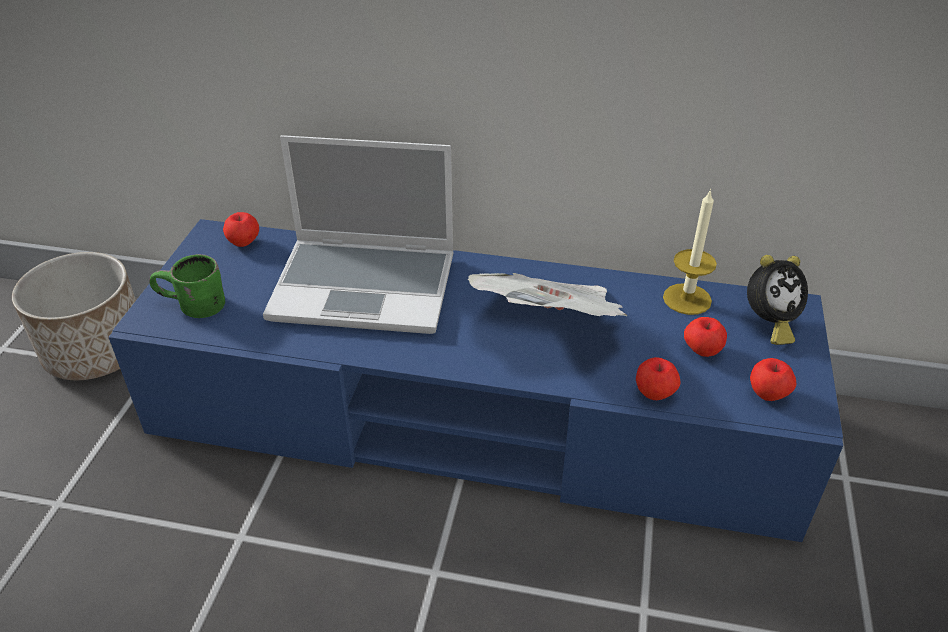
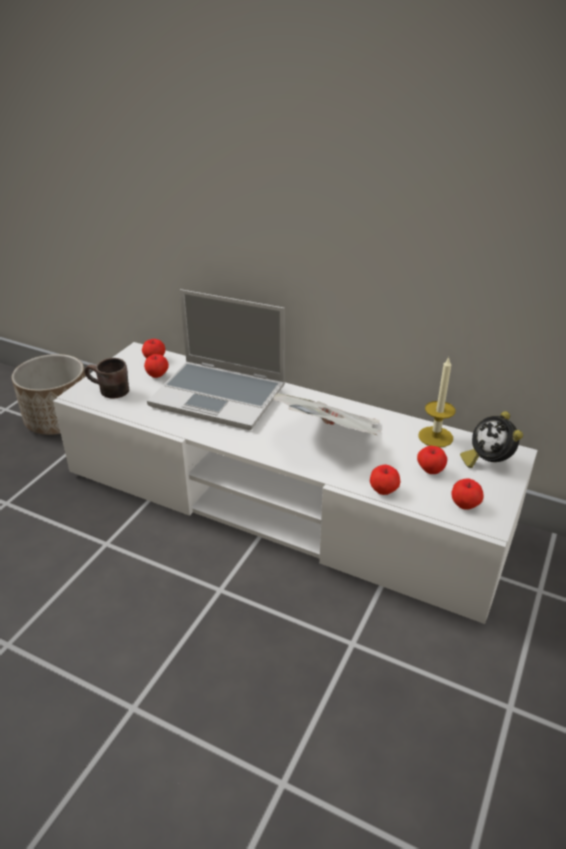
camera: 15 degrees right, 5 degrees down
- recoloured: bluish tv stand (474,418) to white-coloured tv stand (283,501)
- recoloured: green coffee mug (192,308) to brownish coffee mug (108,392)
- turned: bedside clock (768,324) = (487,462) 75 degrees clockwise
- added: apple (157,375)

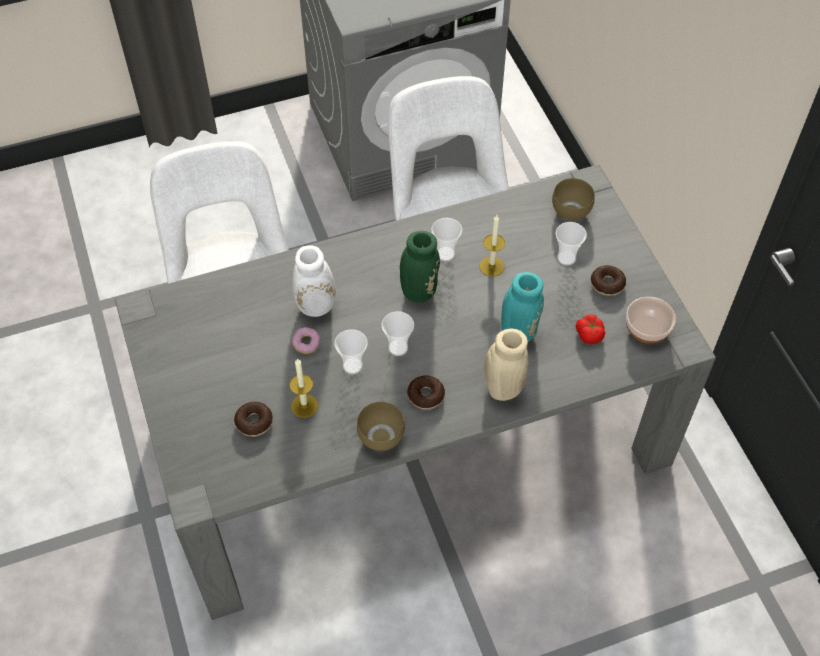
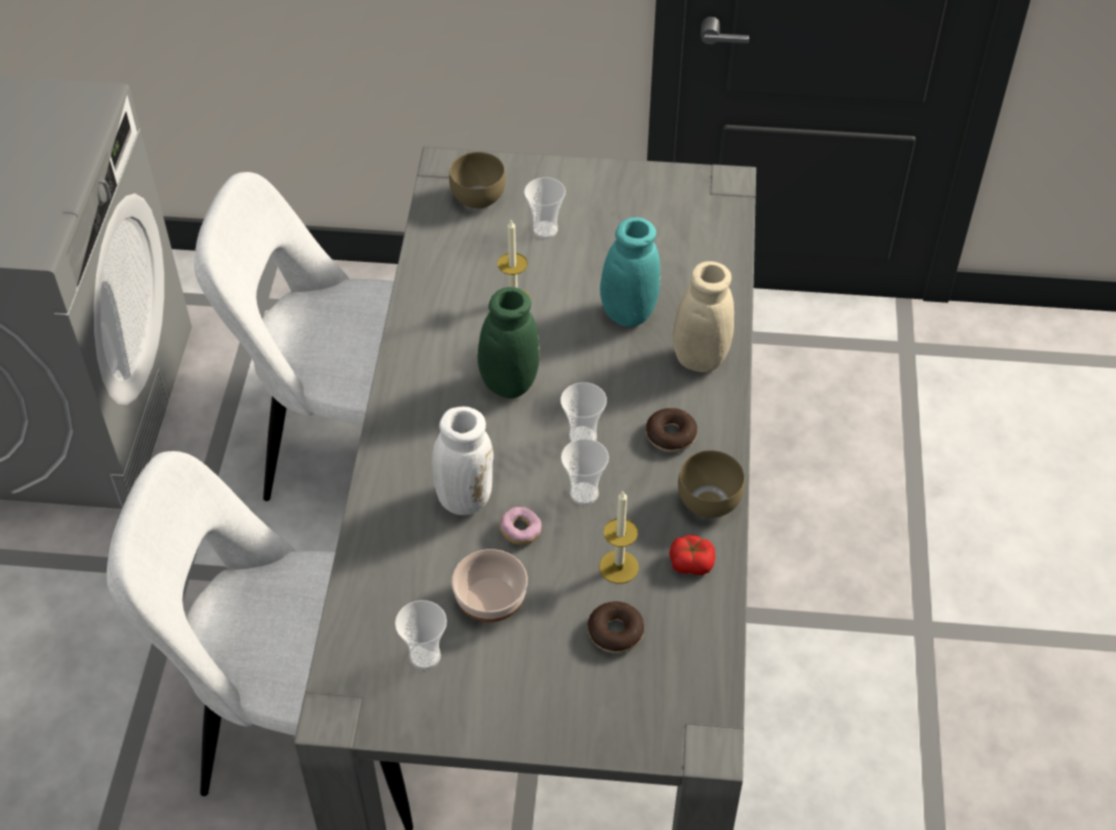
camera: 65 degrees left, 5 degrees down
- moved: cup (445,254) to (425,656)
- moved: fresh tomato (589,334) to (691,562)
- removed: doughnut (607,284)
- moved: bowl (647,329) to (490,599)

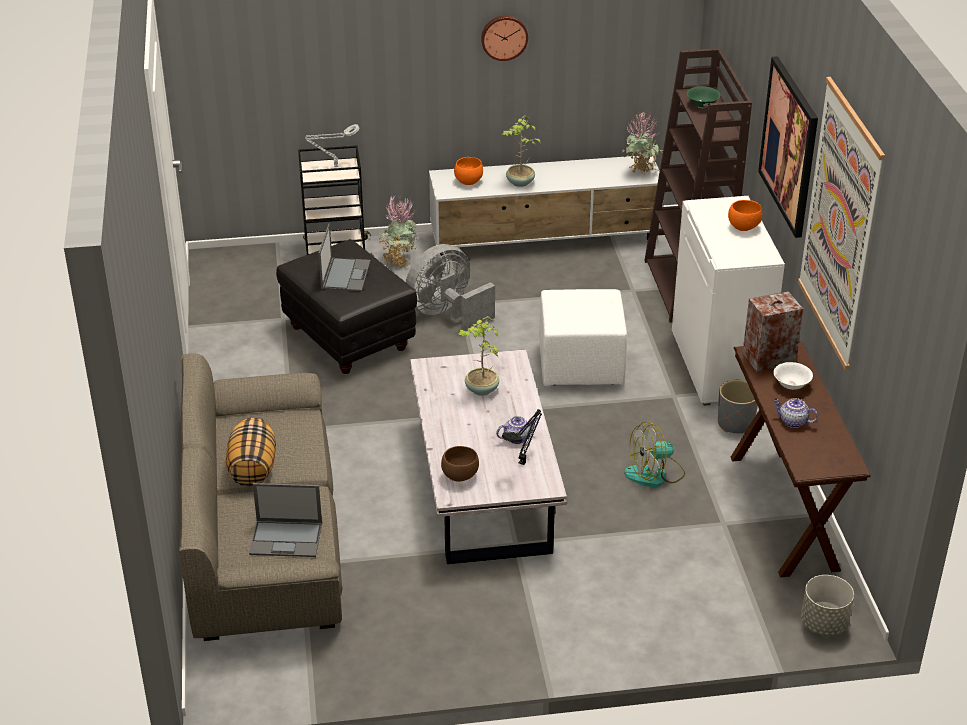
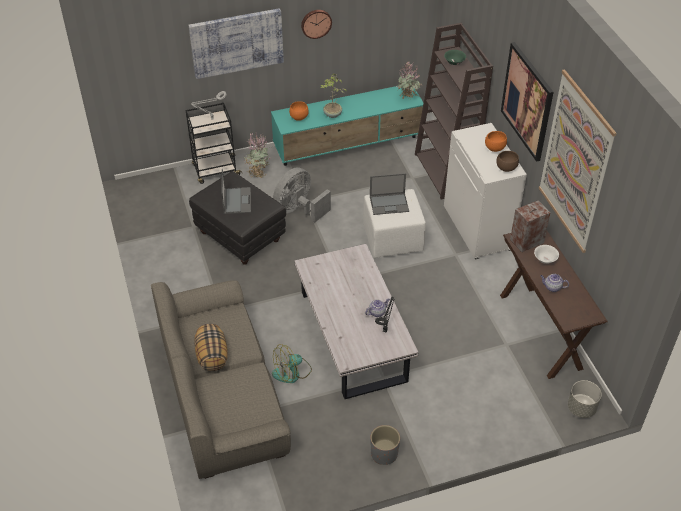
camera: 10 degrees left, 10 degrees up
- moved: notebook computer (287,538) to (389,204)
- recoloured: white-coloured tv stand (546,240) to turquoise tv stand (348,145)
- moved: brownish bowl (460,475) to (506,168)
- removed: houseplant (481,390)
- moved: fan (655,474) to (292,372)
- moved: gray flower pot (735,424) to (384,454)
- added: picture (236,42)

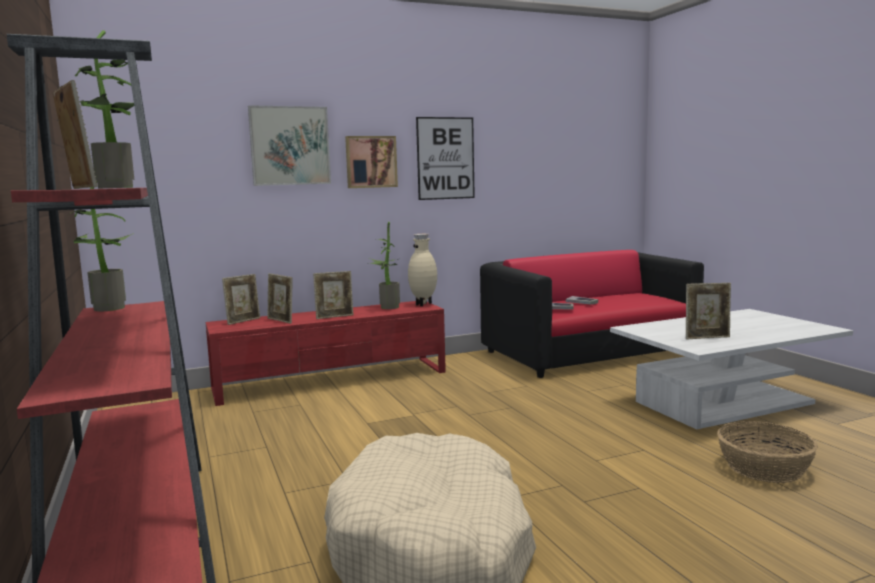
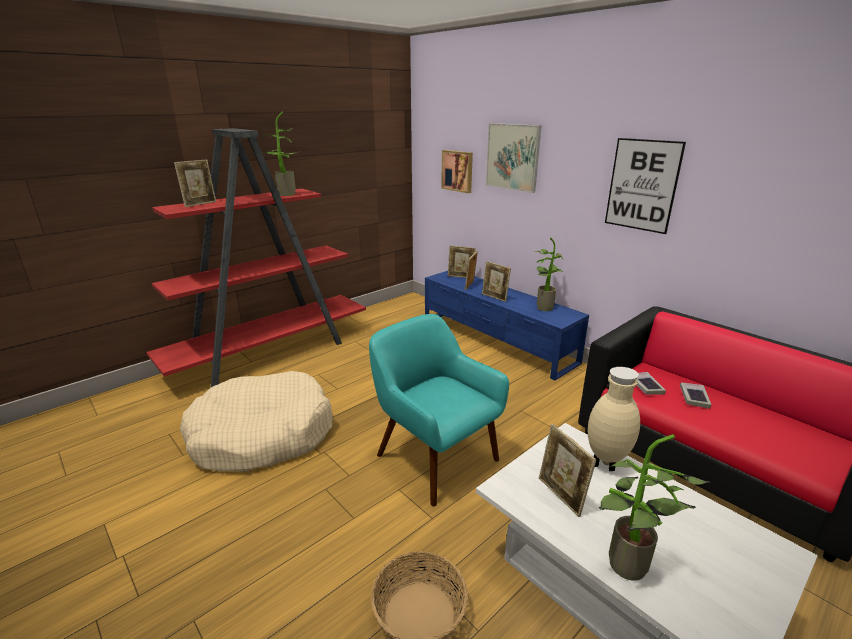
camera: 70 degrees right, 15 degrees up
- moved: houseplant (109,309) to (625,569)
- recoloured: red tv stand (332,380) to bluish tv stand (496,340)
- moved: picture (371,162) to (458,171)
- moved: beige-coloured vase (424,304) to (606,465)
- added: turquoise armchair (435,457)

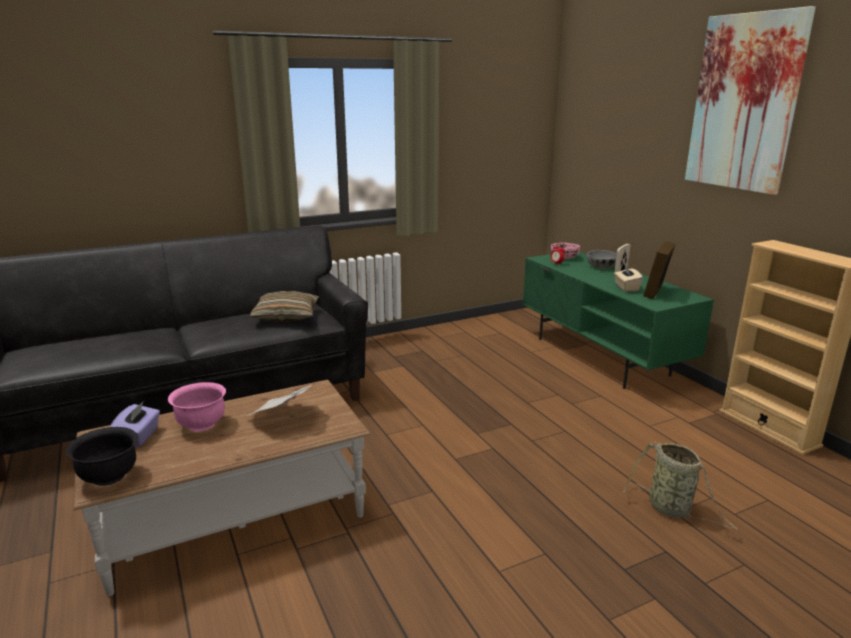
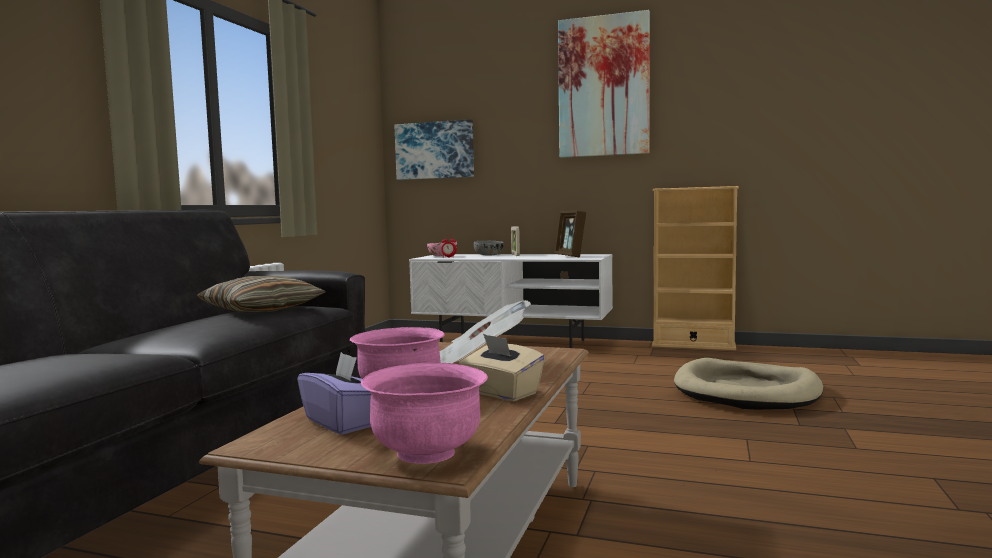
camera: 45 degrees left, 15 degrees down
- recoloured: black-coloured bowl (109,477) to pink-coloured bowl (427,453)
- recoloured: green tv stand (602,356) to white-coloured tv stand (514,343)
- moved: beige-coloured tissue holder (626,288) to (501,393)
- replaced: storage basket (672,509) to beige-coloured dog bed (746,391)
- added: picture (435,150)

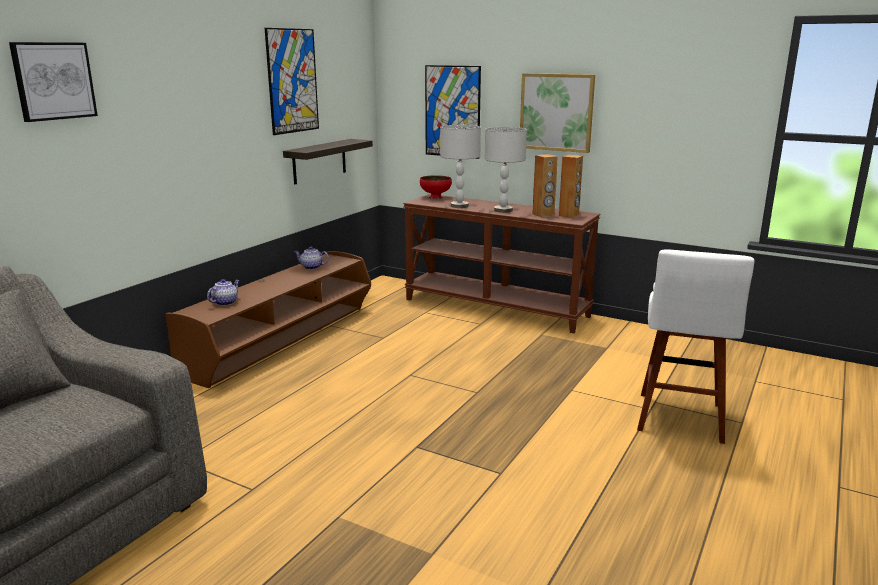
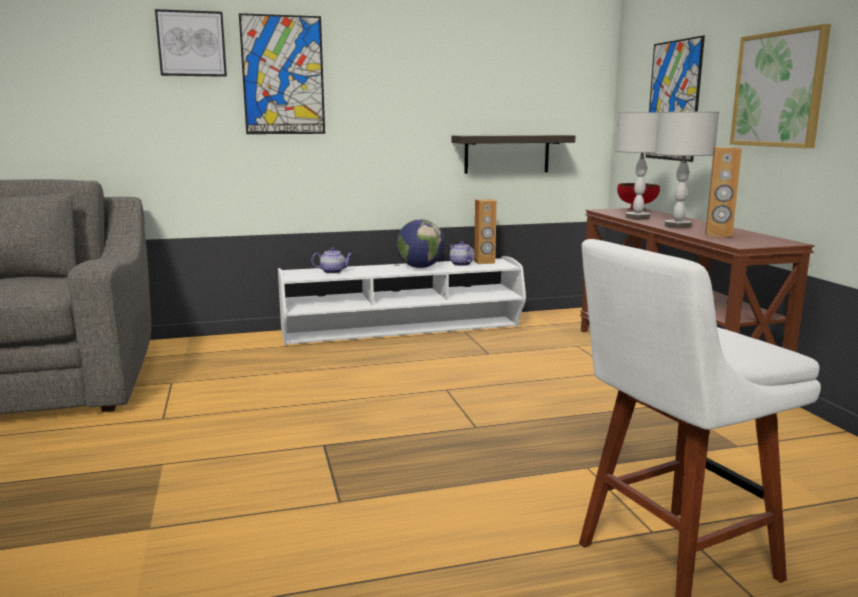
camera: 45 degrees right, 5 degrees down
- recoloured: brownish tv stand (284,340) to white-coloured tv stand (403,331)
- moved: picture (292,81) to (283,75)
- moved: brownish speaker (569,215) to (484,262)
- added: globe (420,267)

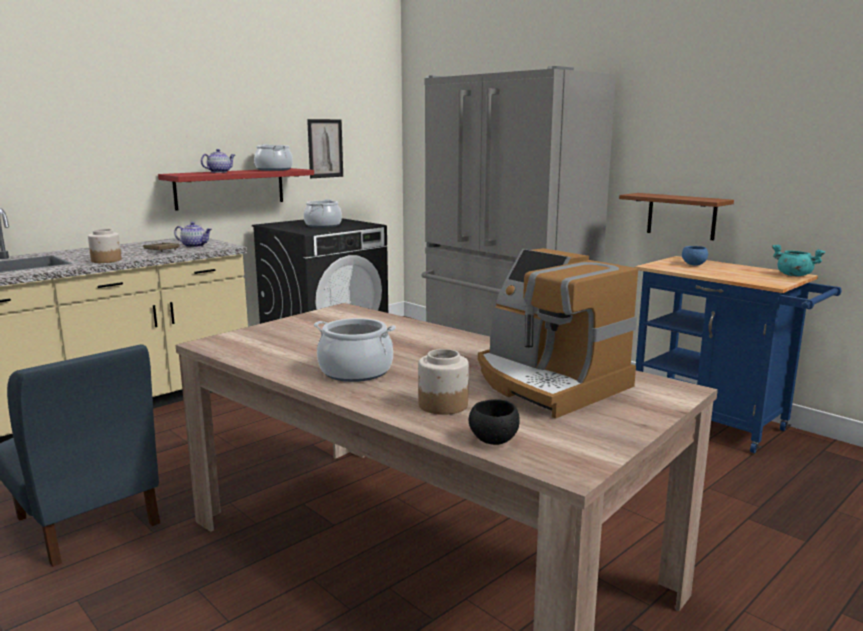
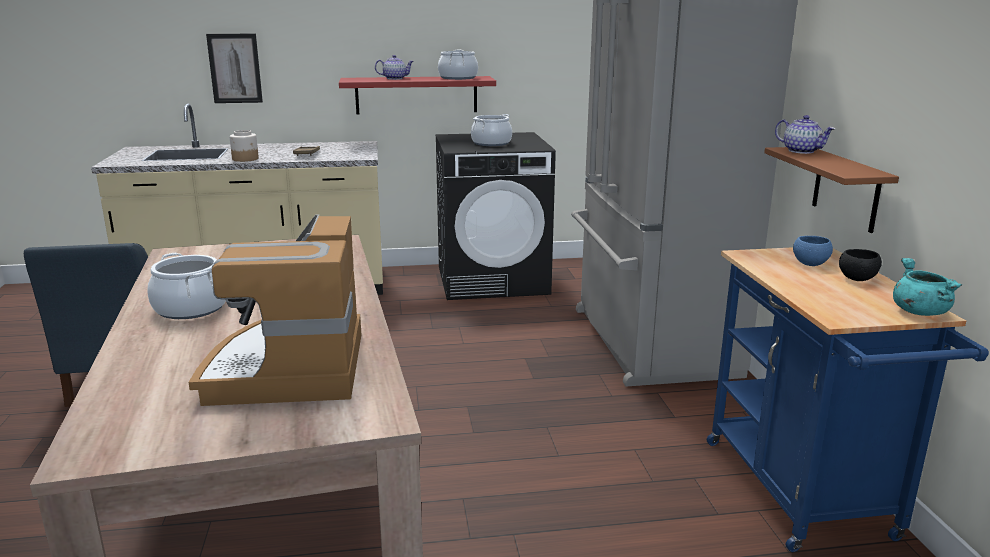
camera: 35 degrees right, 5 degrees up
- moved: tea pot (195,246) to (802,151)
- moved: picture (325,148) to (235,68)
- removed: storage jar (442,405)
- moved: black-coloured bowl (493,440) to (856,279)

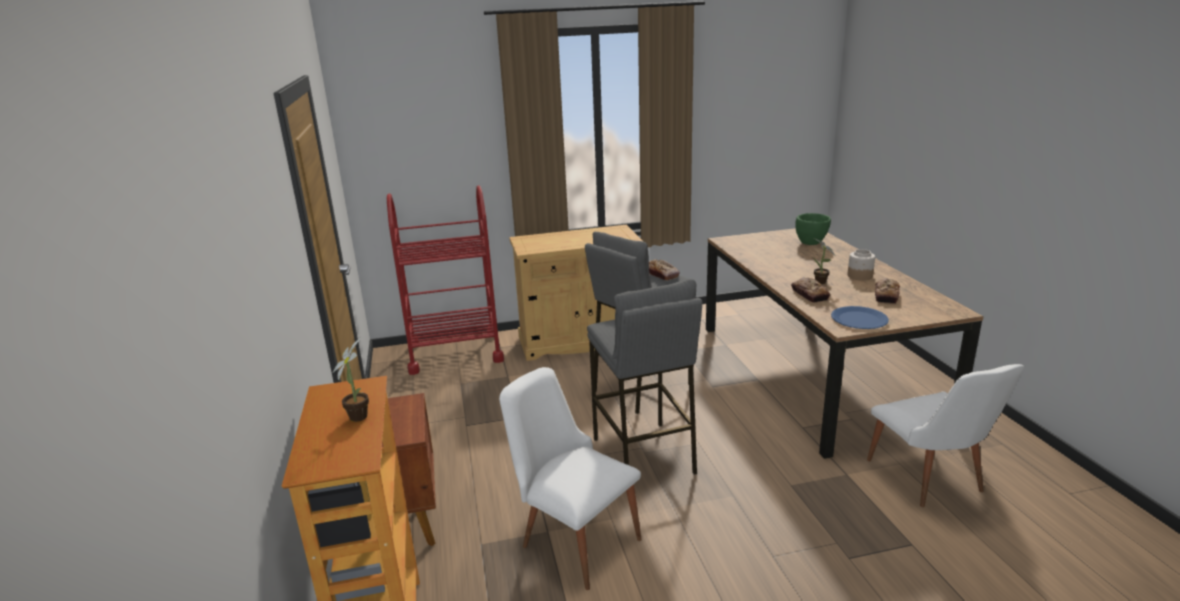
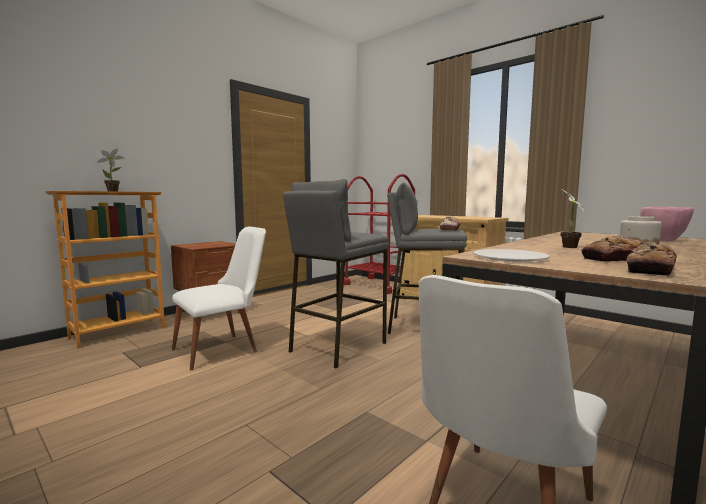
camera: 55 degrees right, 15 degrees down
- turned: white-coloured chair (573,537) = (223,349) 45 degrees clockwise
- moved: bakery bread (809,294) to (650,270)
- recoloured: green bowl (811,243) to pink-coloured bowl (663,241)
- recoloured: bluish dinner plate (859,319) to white-coloured dinner plate (510,257)

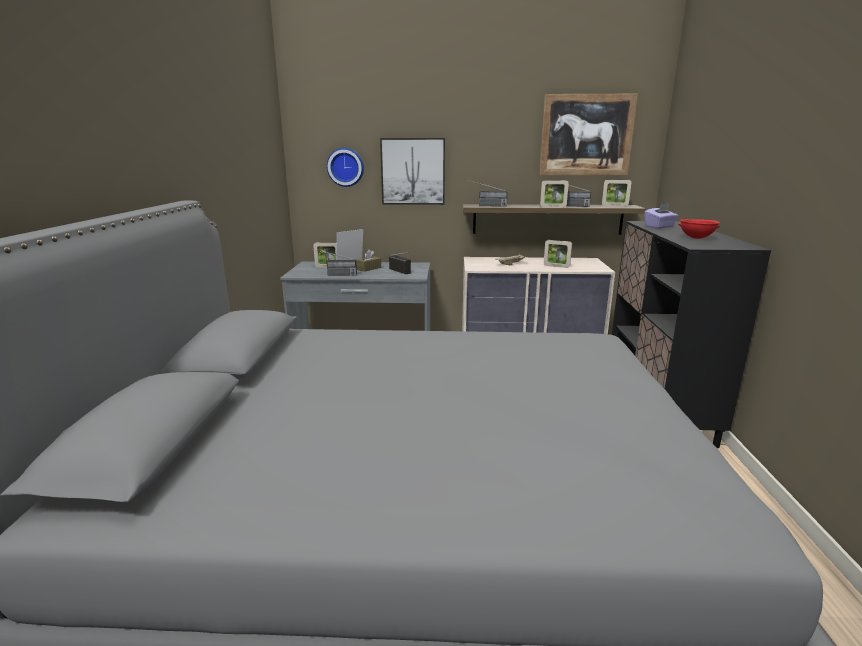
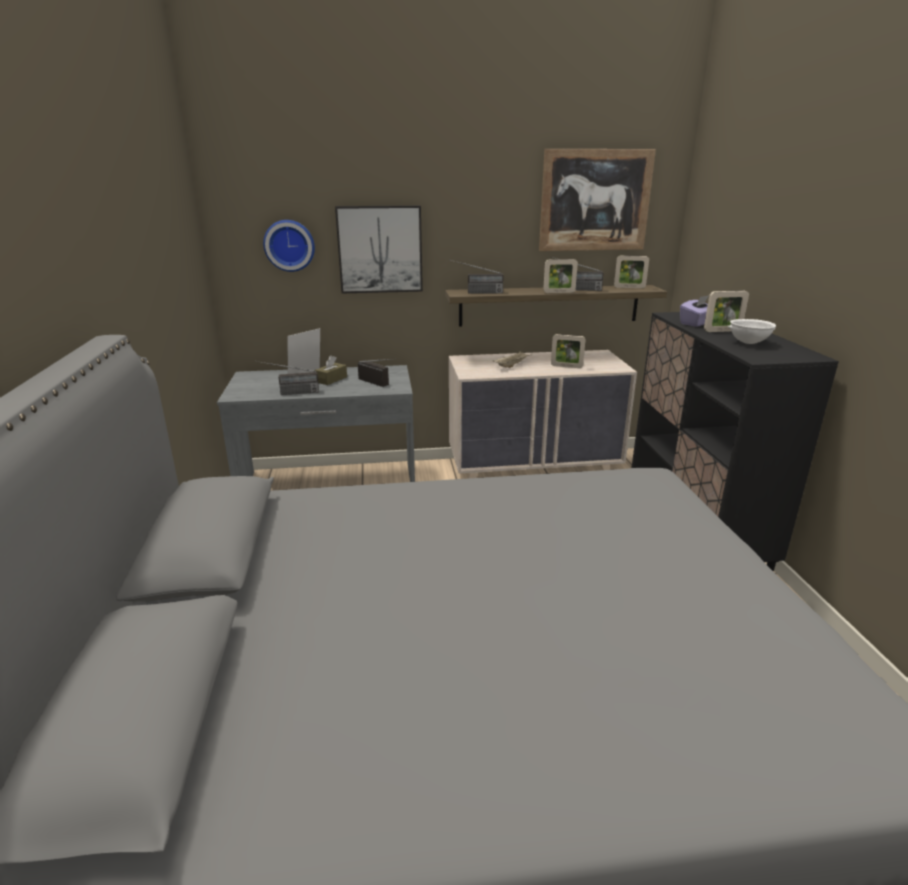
camera: 10 degrees left, 5 degrees up
- moved: picture frame (327,267) to (722,331)
- recoloured: red bowl (696,238) to white-coloured bowl (748,343)

